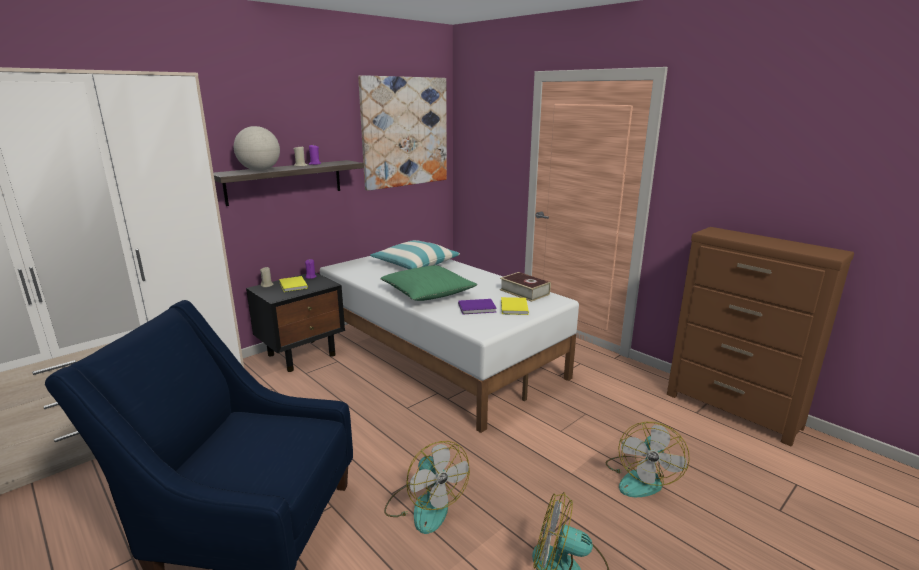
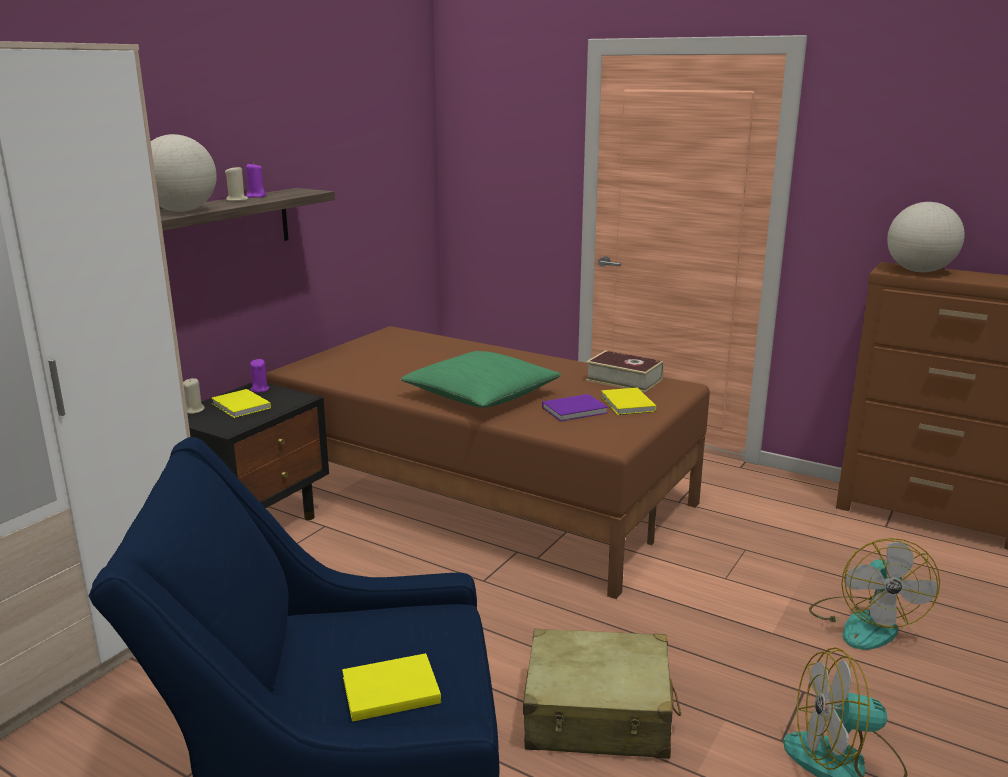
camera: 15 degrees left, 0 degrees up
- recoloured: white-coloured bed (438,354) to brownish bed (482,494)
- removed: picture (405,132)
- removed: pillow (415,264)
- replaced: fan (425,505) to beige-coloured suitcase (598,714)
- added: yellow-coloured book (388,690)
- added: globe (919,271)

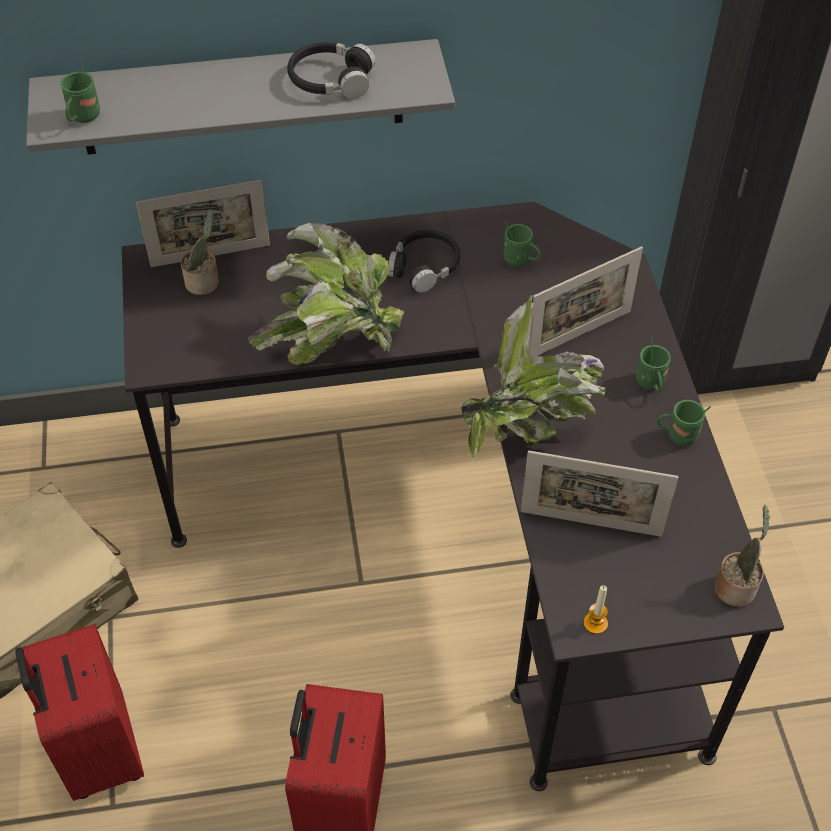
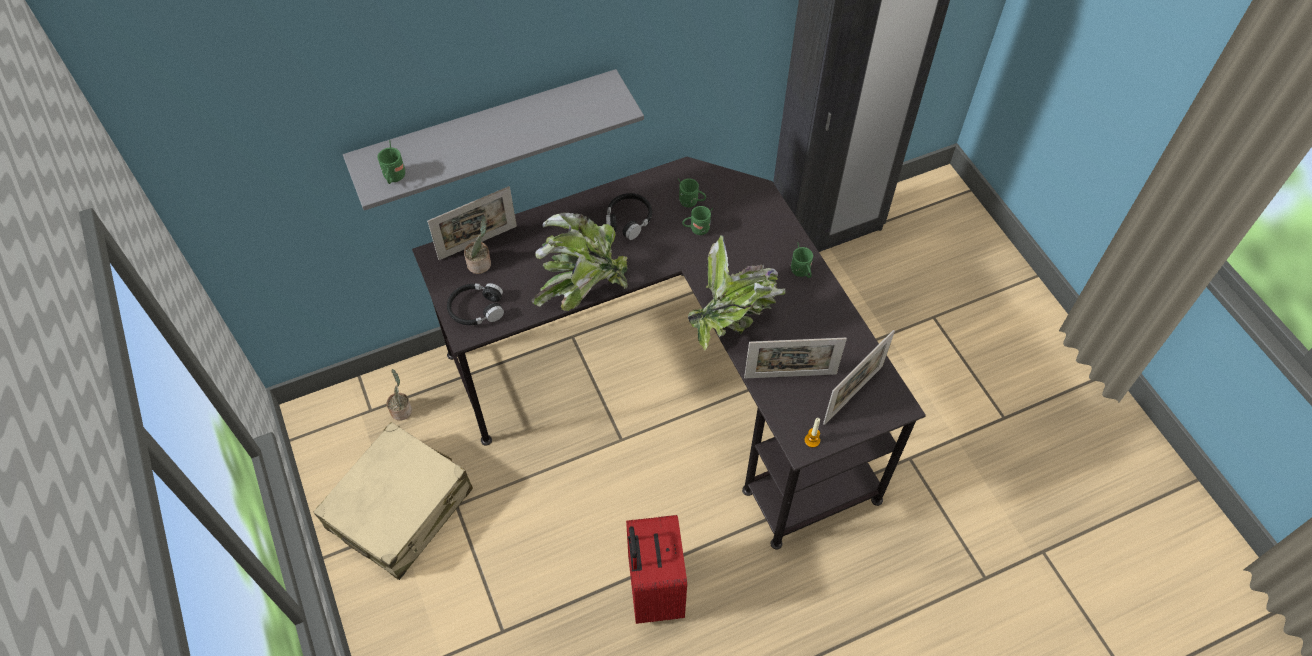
camera: 15 degrees left, 5 degrees up
- removed: red suitcase (98,752)
- moved: black-coloured headphones (331,80) to (476,309)
- moved: picture frame (579,335) to (853,394)
- moved: green coffee mug (677,436) to (696,229)
- moved: houseplant (736,586) to (401,409)

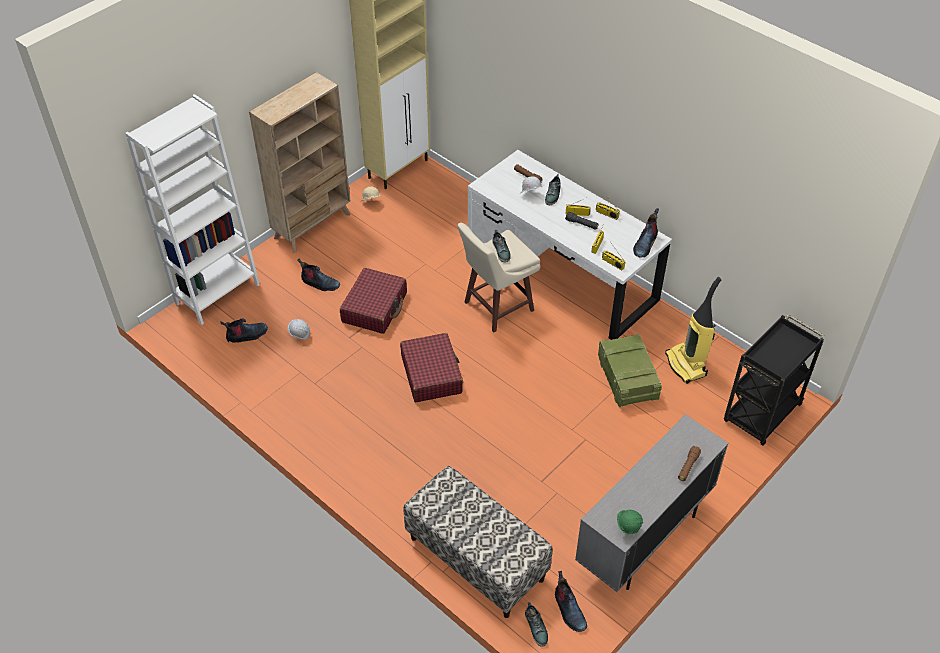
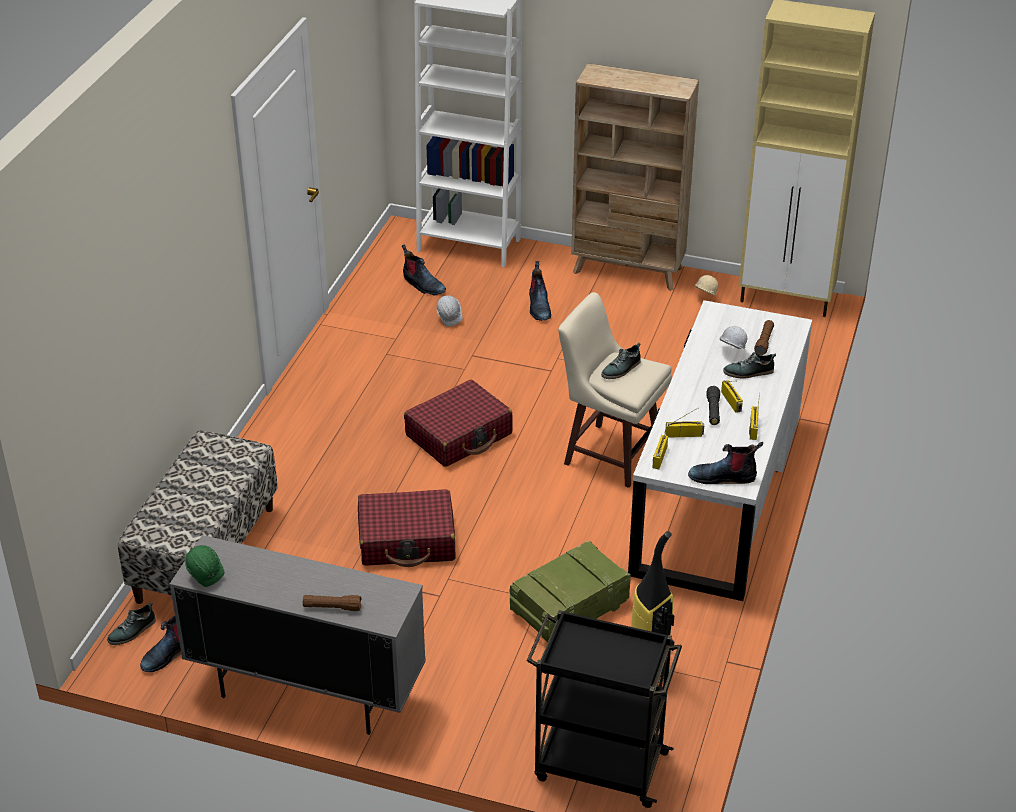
camera: 65 degrees right, 10 degrees down
- moved: red suitcase (375,307) to (407,540)

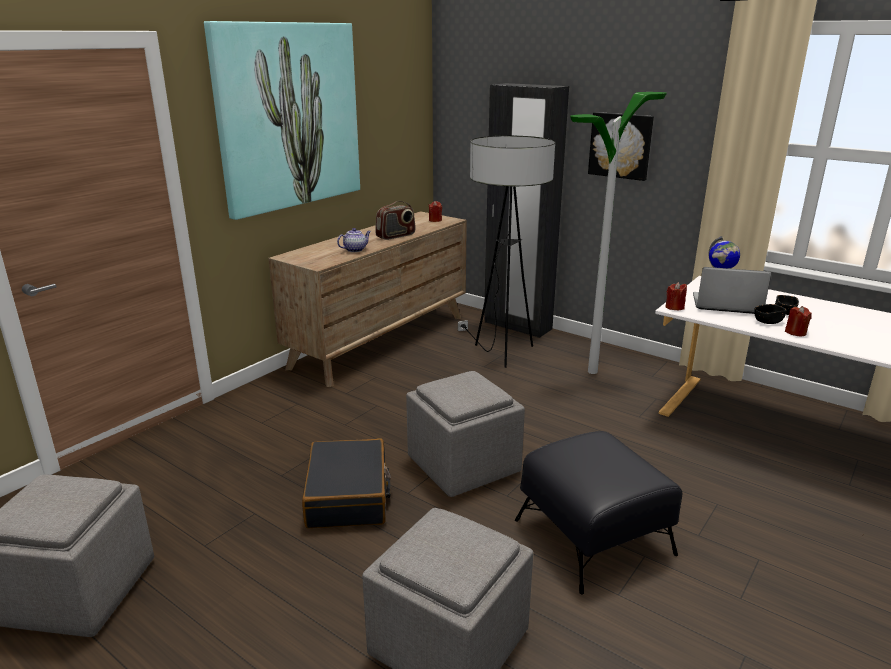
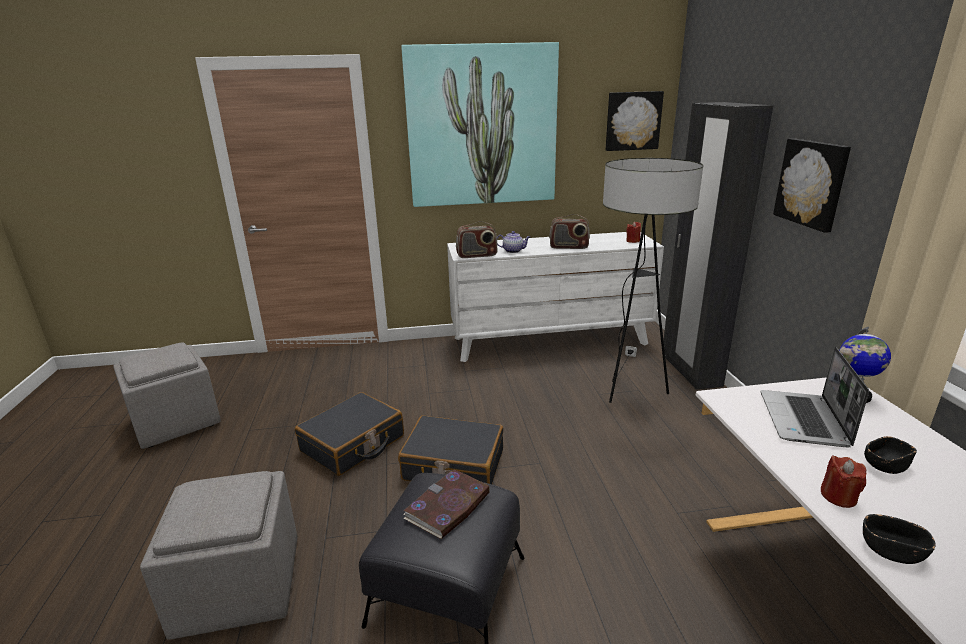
camera: 45 degrees right, 0 degrees up
- recoloured: brownish drawer chest (381,340) to white-coloured drawer chest (550,340)
- replaced: gray pouffe (463,465) to black-coloured suitcase (453,465)
- removed: standing lamp (592,371)
- removed: red wax light (674,307)
- turned: notebook computer (725,305) = (804,420) 135 degrees counterclockwise
- moved: black-coloured bowl (768,321) to (891,551)
- added: book (448,506)
- added: radio receiver (477,255)
- added: picture (632,121)

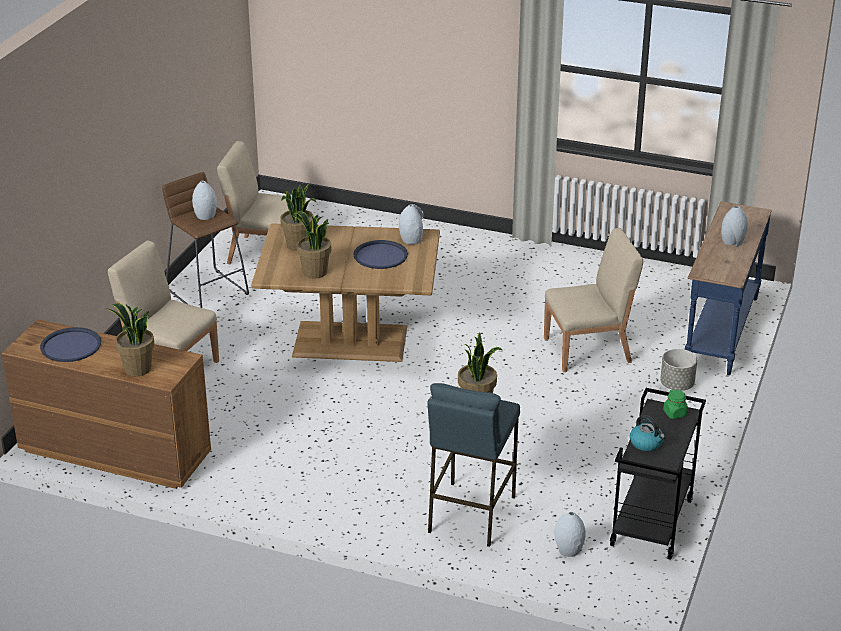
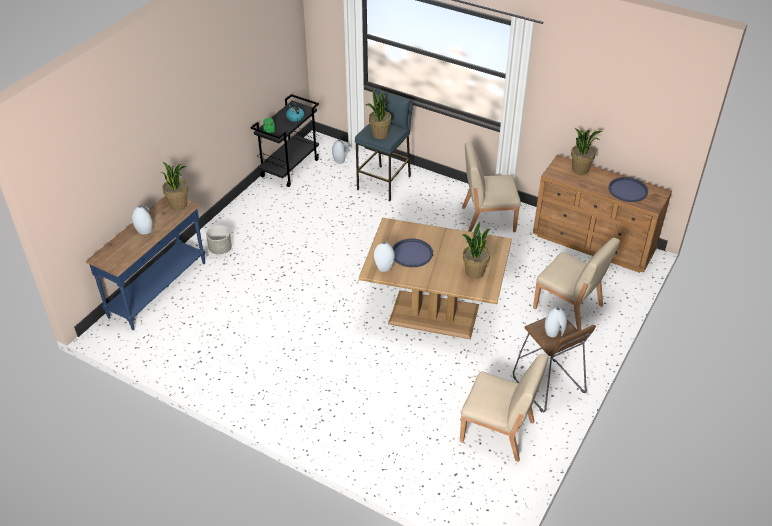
camera: 170 degrees left, 10 degrees up
- moved: houseplant (314,272) to (179,204)
- moved: beige-coloured chair (588,350) to (487,219)

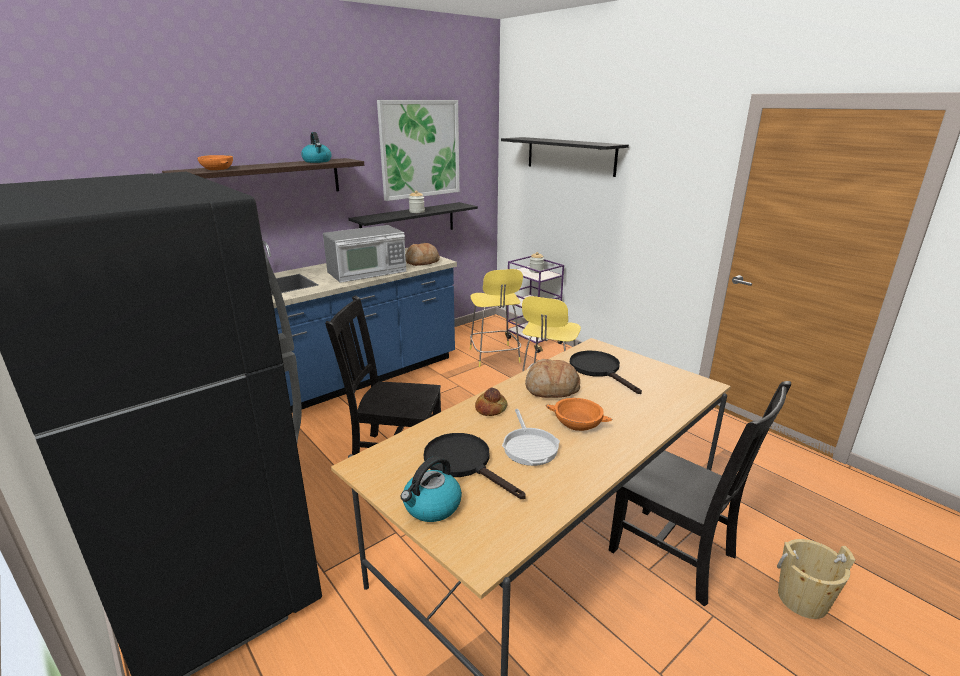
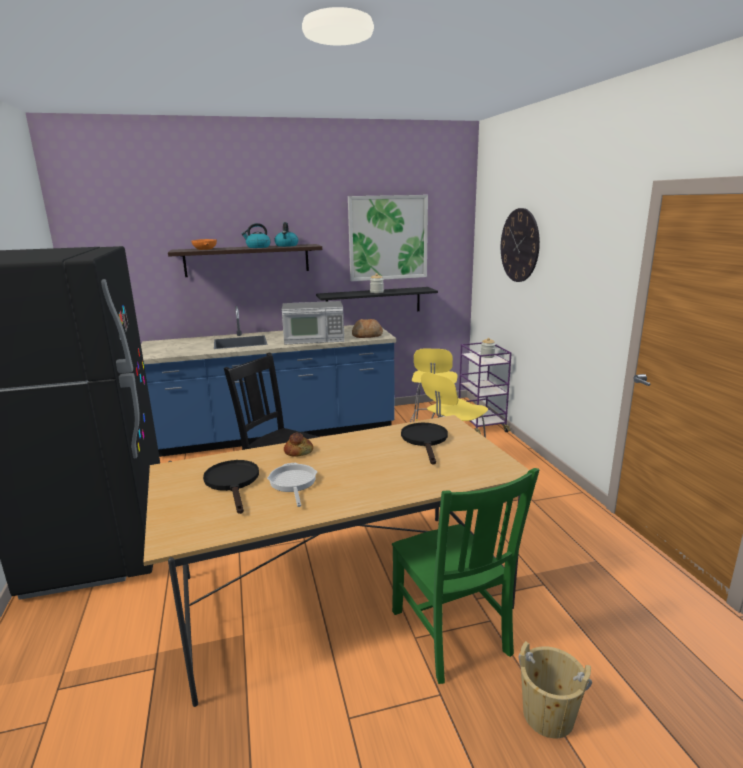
camera: 25 degrees right, 5 degrees down
- moved: water kettle (431,506) to (258,247)
- replaced: black-coloured wall shelf (570,155) to hanging clock (519,245)
- turned: frying pan (529,447) = (293,483) 150 degrees clockwise
- removed: bakery bread (551,389)
- removed: orangey bowl (578,423)
- recoloured: black-coloured chair (676,555) to green chair (452,635)

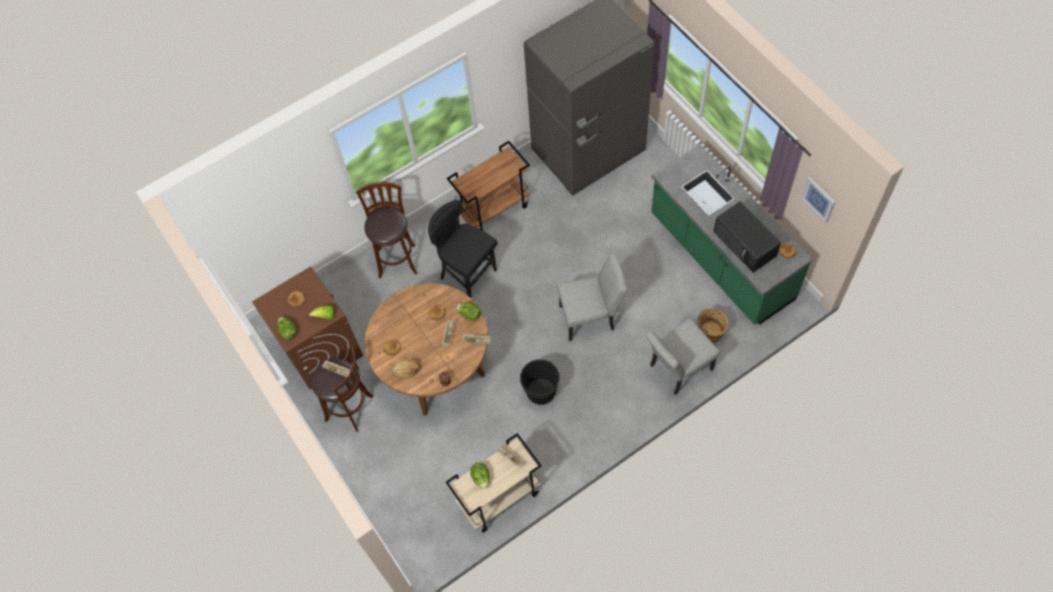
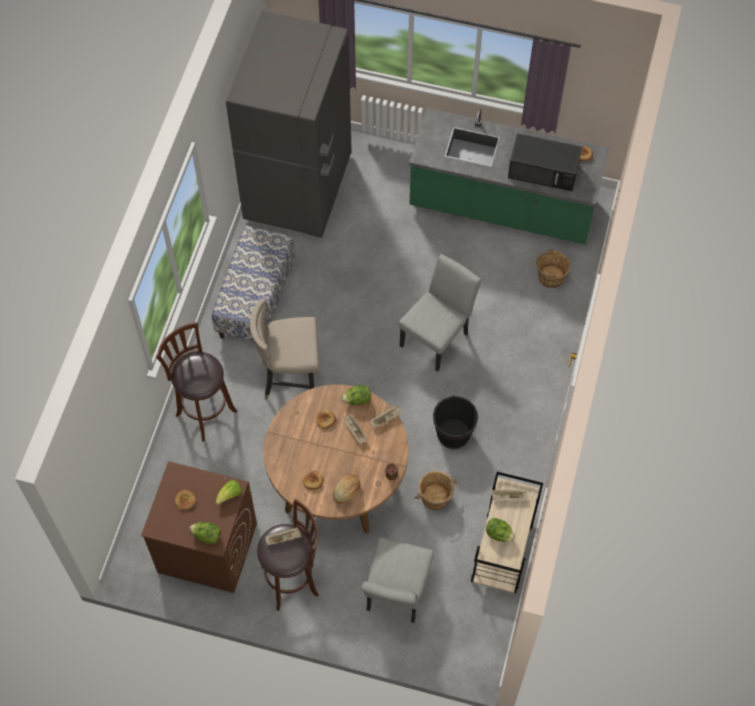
camera: 45 degrees left, 0 degrees up
- recoloured: black-coloured stool seat (468,276) to beige-coloured stool seat (290,379)
- replaced: brownish cart (494,209) to bench (256,299)
- moved: gray chair (677,369) to (395,595)
- removed: picture (818,199)
- added: brownish water bucket (435,497)

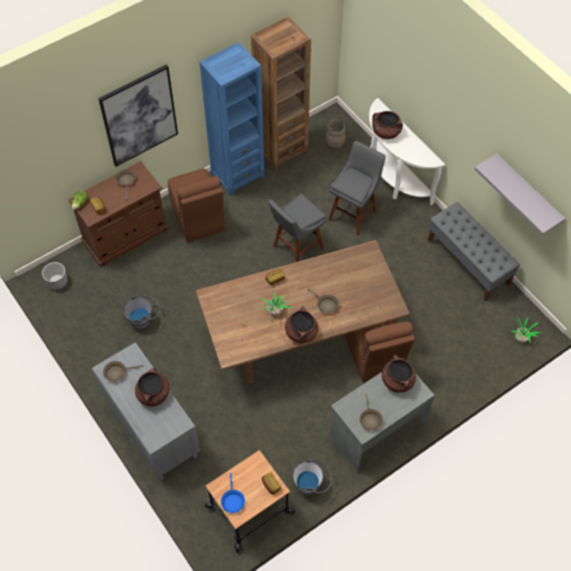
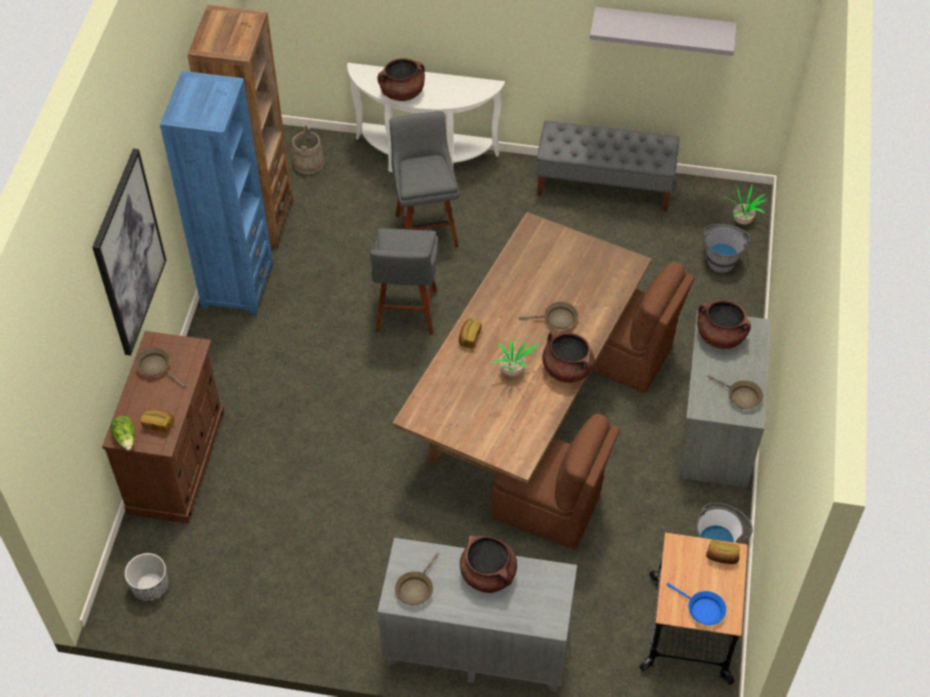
camera: 45 degrees left, 5 degrees down
- moved: gray water bucket (144,318) to (722,258)
- moved: brownish chair (198,218) to (548,508)

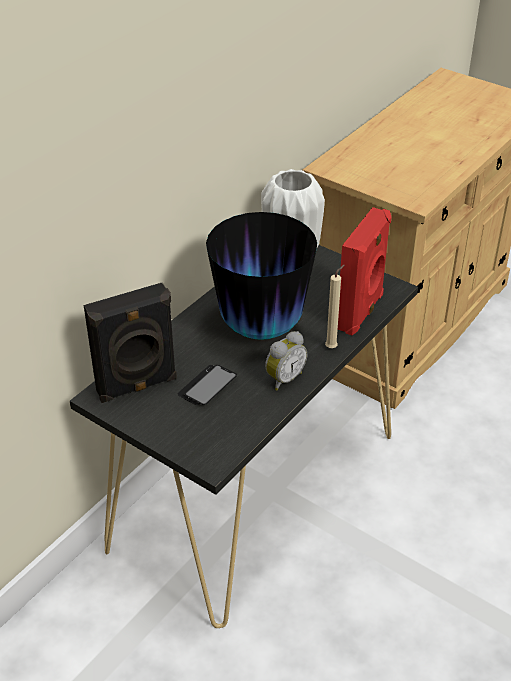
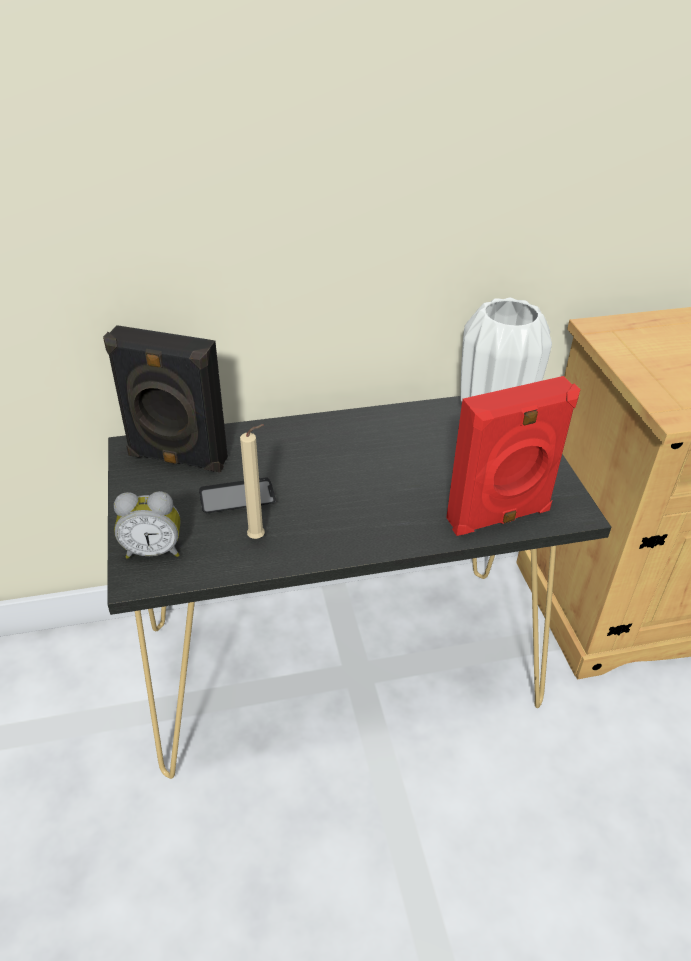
camera: 40 degrees right, 0 degrees up
- removed: vase (261,327)
- moved: bedside clock (283,378) to (154,550)
- moved: beige-coloured wax light (332,347) to (259,538)

